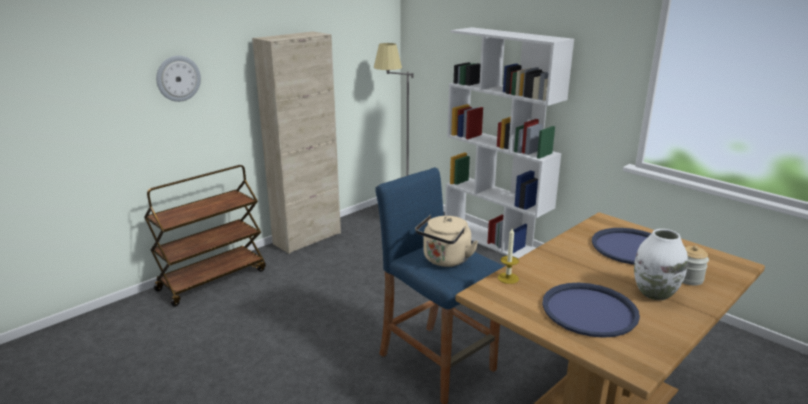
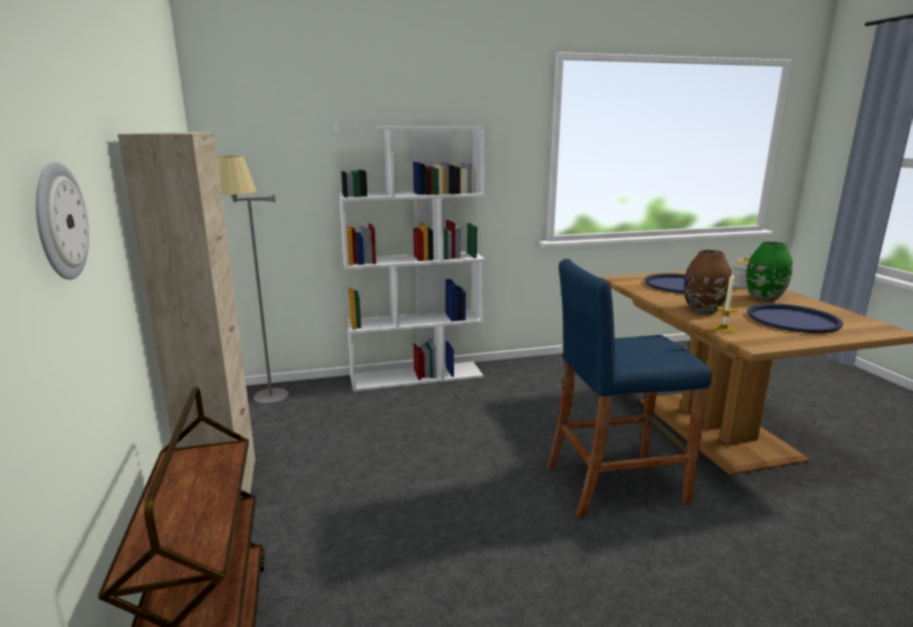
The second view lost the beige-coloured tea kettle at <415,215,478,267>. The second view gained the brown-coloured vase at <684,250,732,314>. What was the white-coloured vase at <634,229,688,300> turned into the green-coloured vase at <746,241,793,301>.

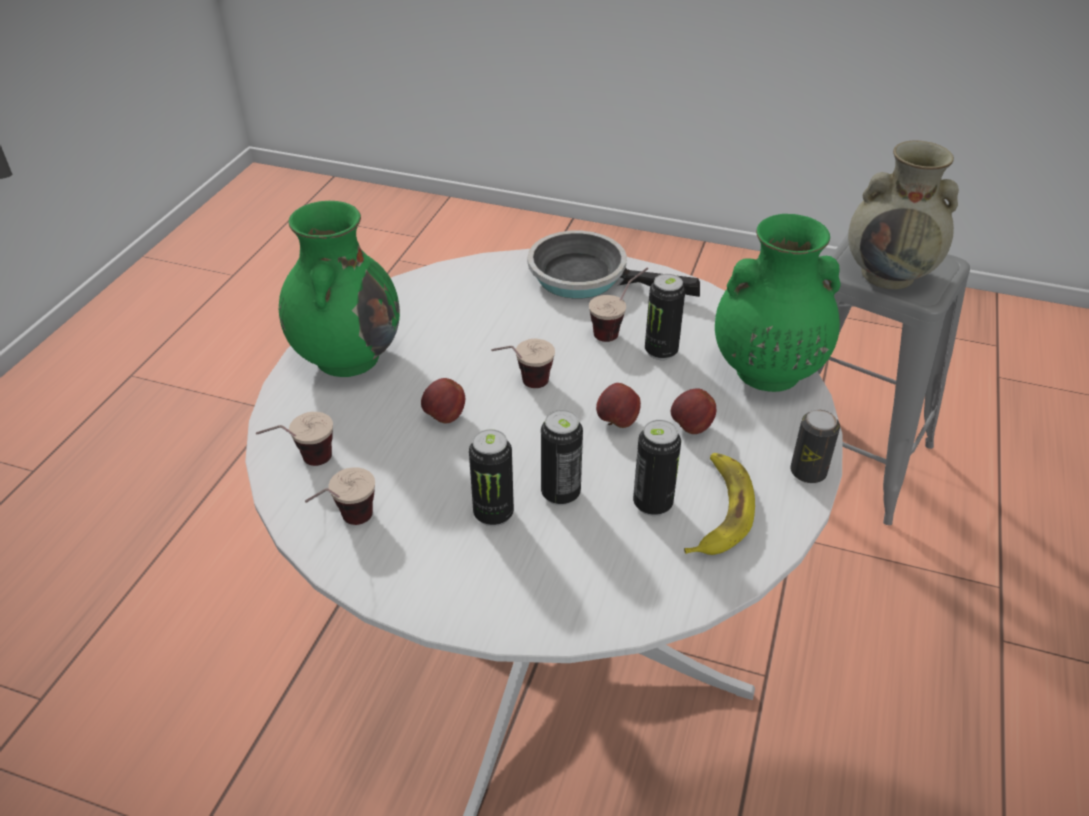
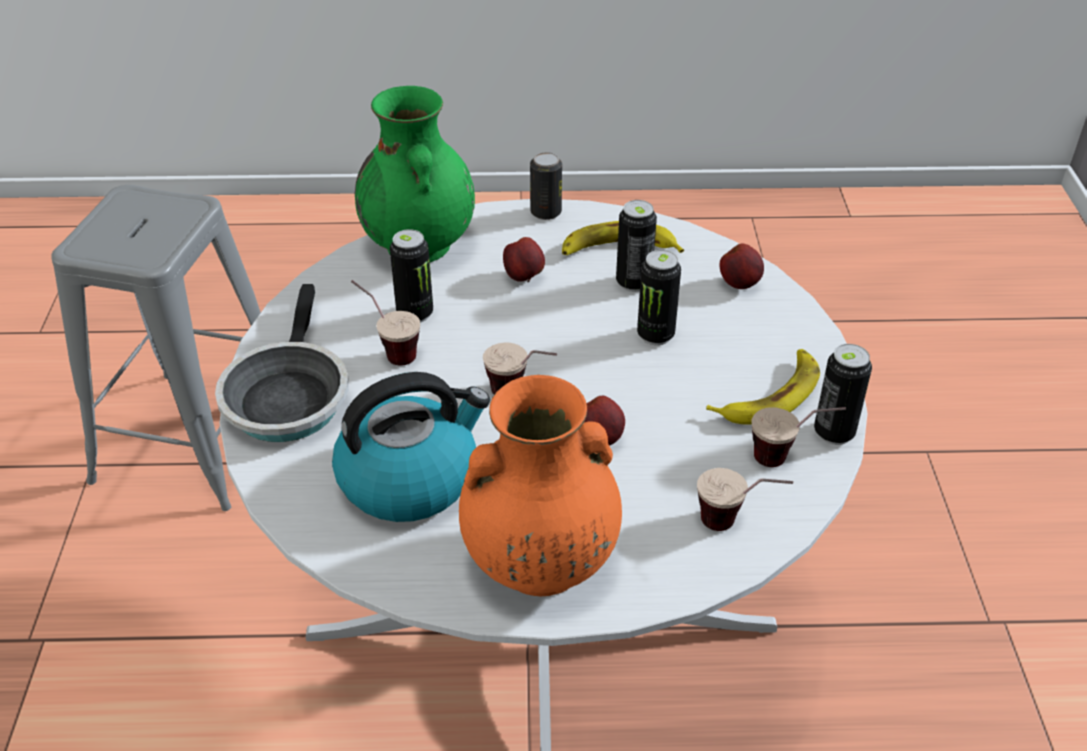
The second view lost the beige-coloured vase at <848,140,959,289>. The second view gained the tea kettle at <332,372,490,522>. The second view gained the banana fruit at <706,349,820,425>. The can ended up elsewhere, having gone from <469,429,514,526> to <814,344,872,445>. The apple ended up elsewhere, having gone from <596,383,641,428> to <720,243,764,289>. What was the green-coloured vase at <279,201,400,377> turned into the orangey vase at <459,375,622,596>.

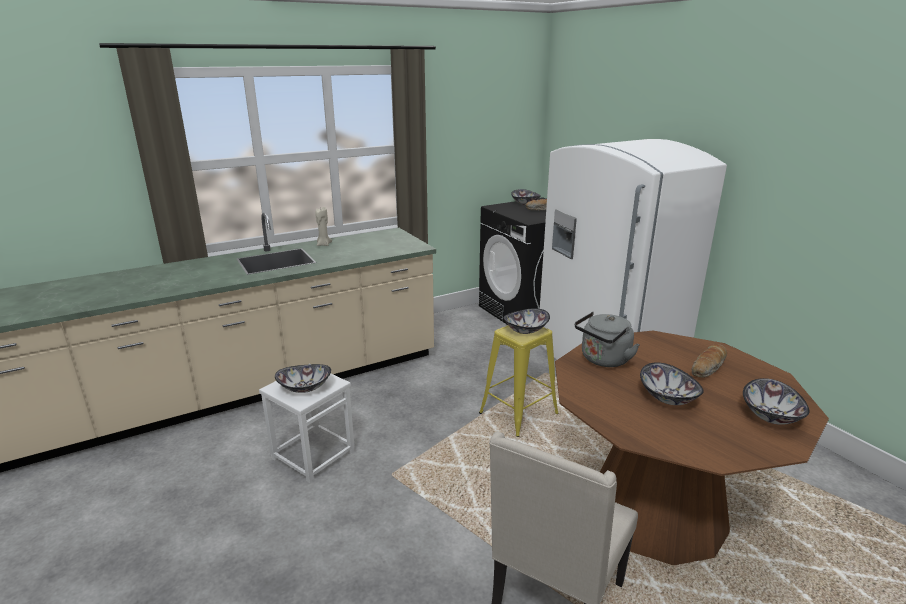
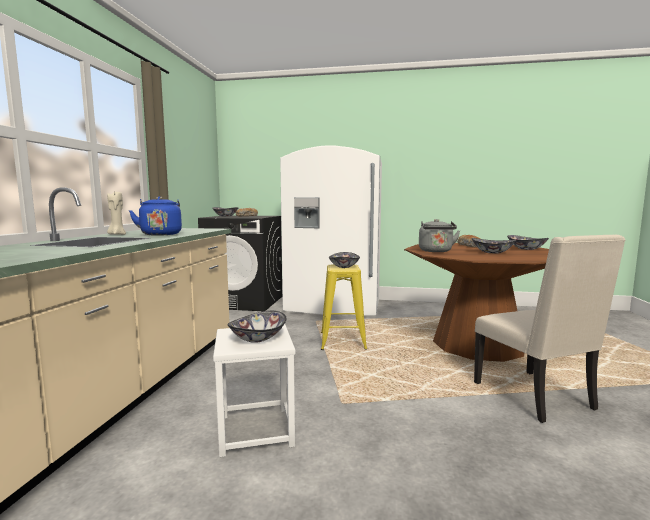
The second view gained the bluish tea kettle at <129,196,182,236>.

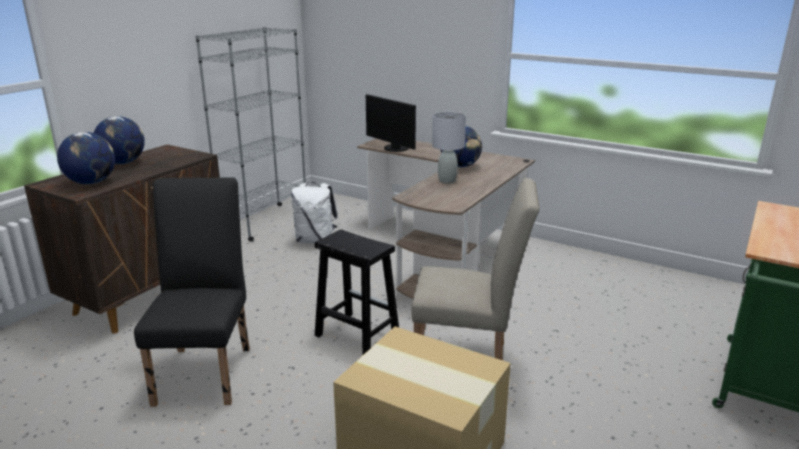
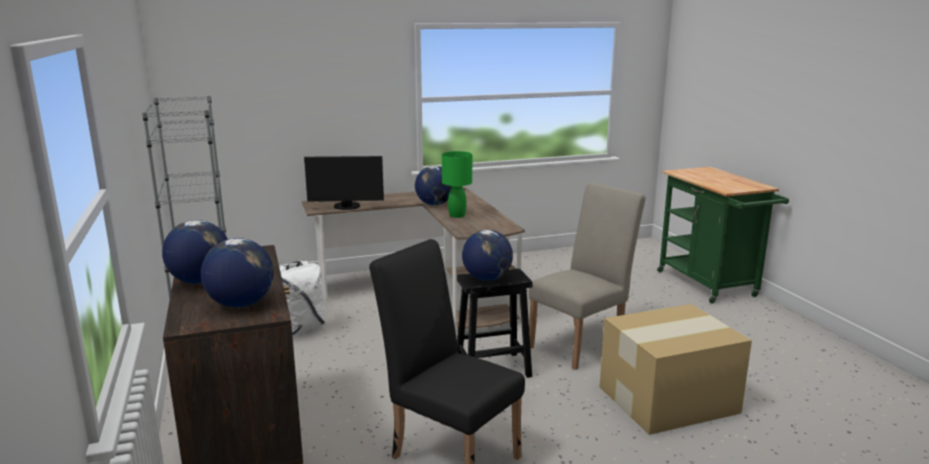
The second view gained the world globe at <462,230,513,281>. What was the grey table lamp at <432,112,466,184> turned into the green-coloured table lamp at <442,151,472,218>.

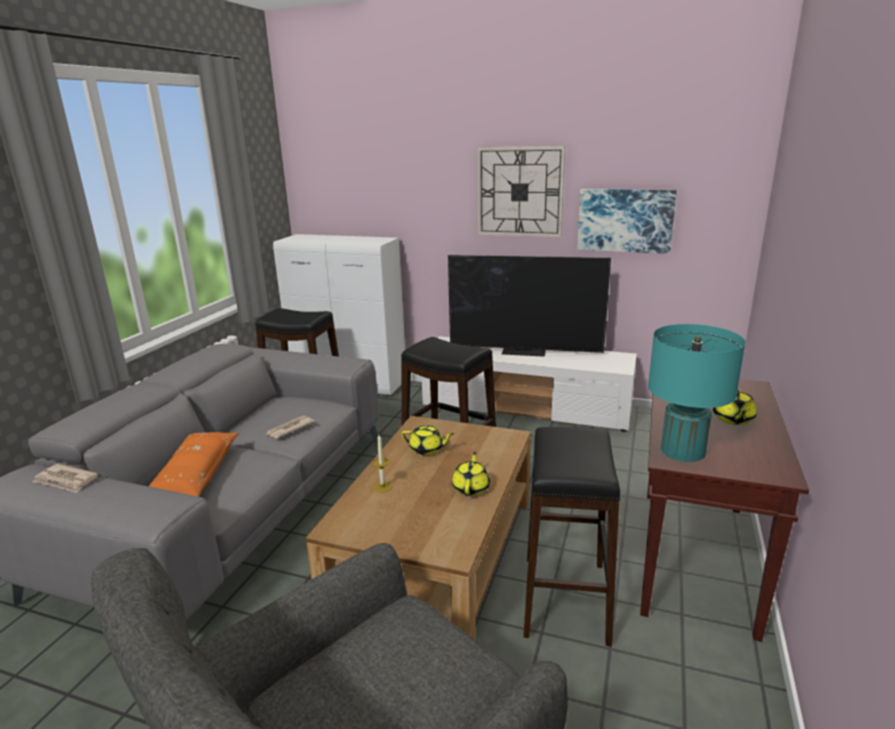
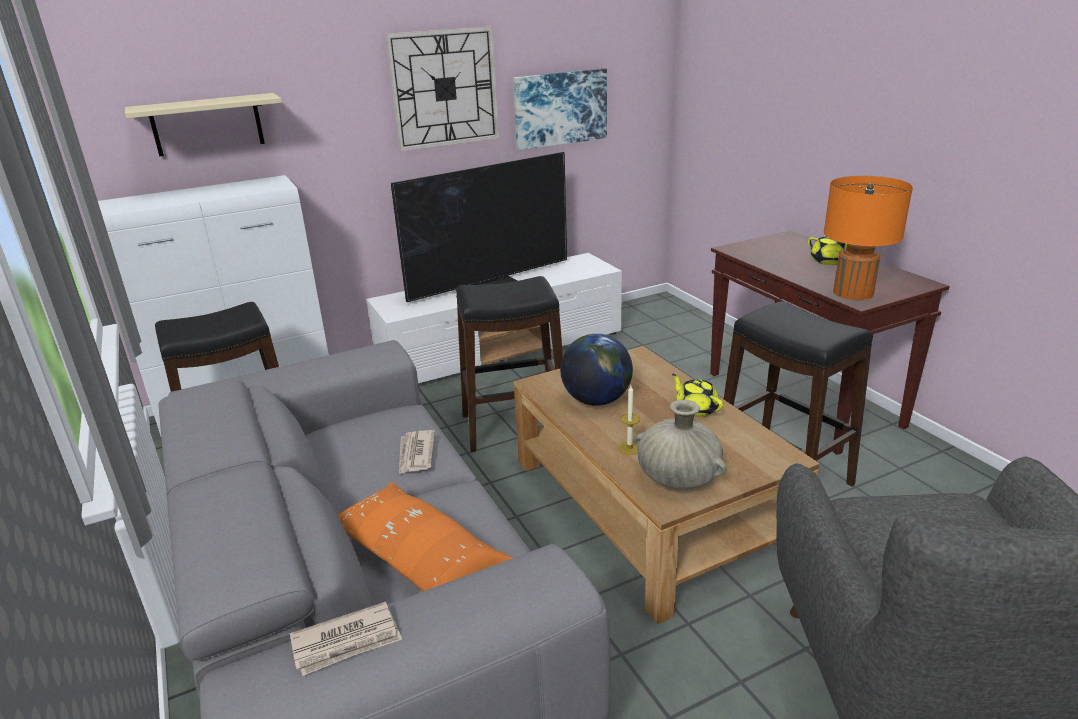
The second view gained the beige-coloured wall shelf at <125,93,282,156>. The second view gained the beige-coloured vase at <635,400,727,490>. Where the yellow tea pot stood at <401,425,454,455>, the world globe came to stand at <560,334,633,406>. What was the blue-green table lamp at <648,324,746,462> turned into the orangey table lamp at <824,176,913,300>.

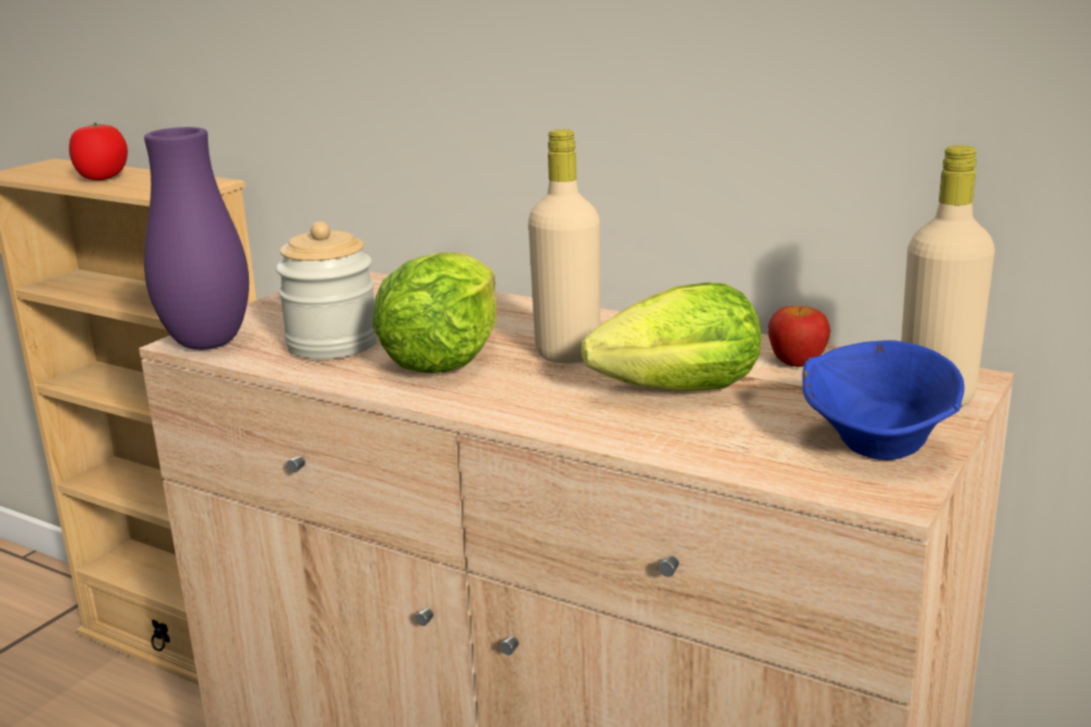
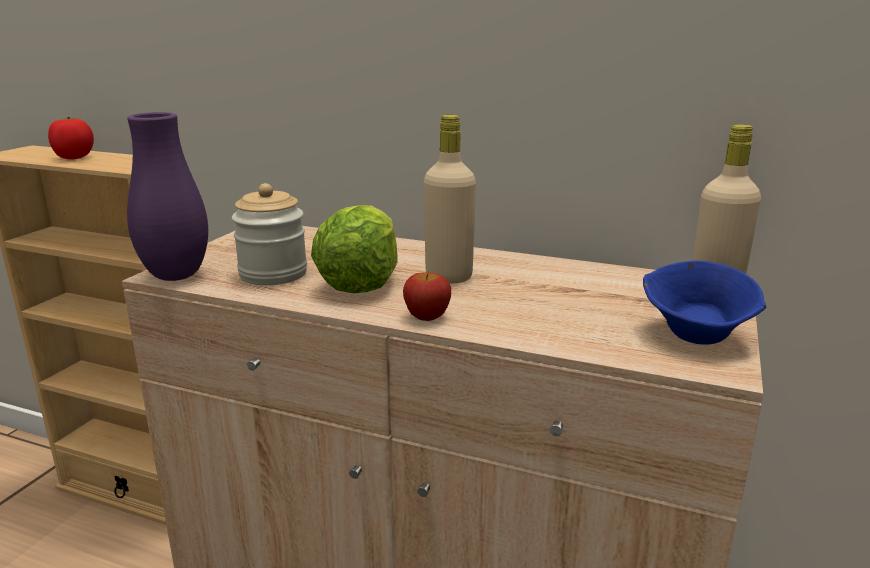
The second view lost the lettuce head at <581,282,761,391>. The apple ended up elsewhere, having gone from <768,306,830,367> to <403,272,451,321>.

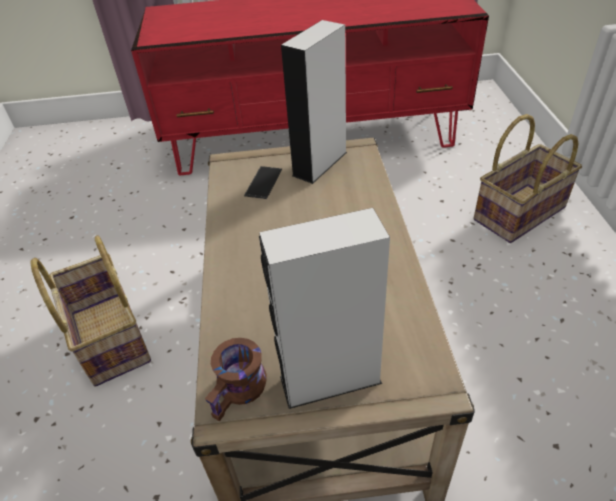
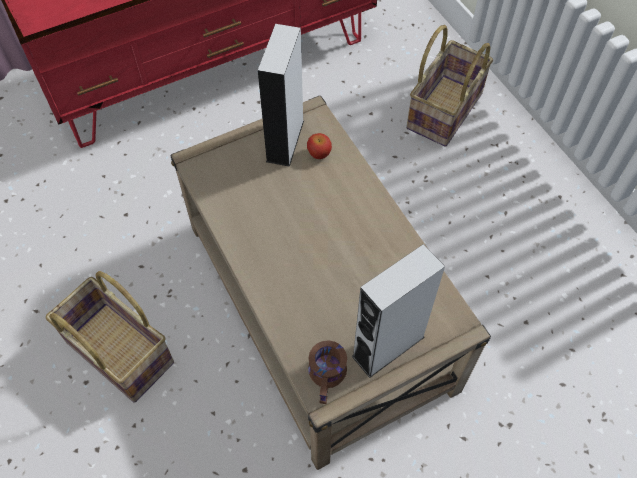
The second view lost the telephone at <244,166,282,199>. The second view gained the apple at <307,133,332,159>.

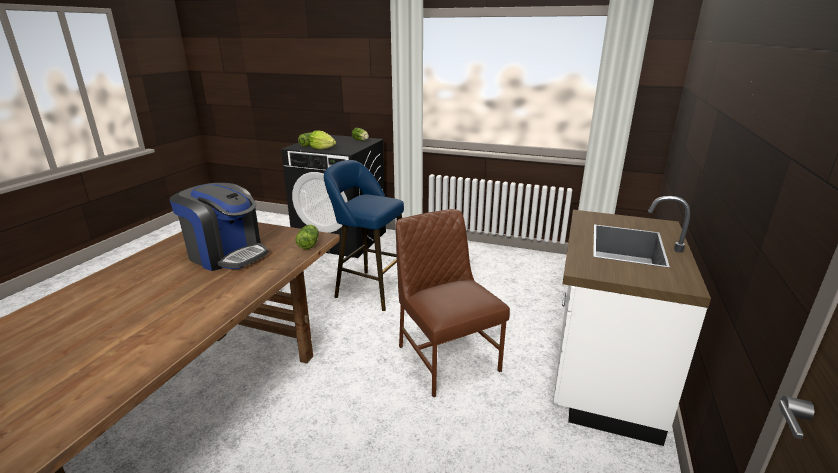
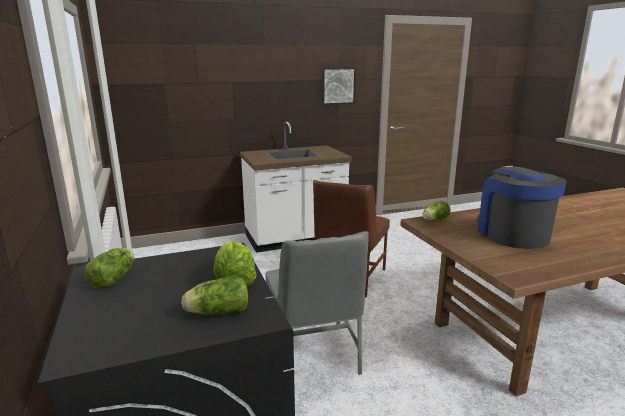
The second view gained the picture at <322,68,356,105>. Where the bluish stool seat stood at <324,160,404,311>, the grey plain chair came to stand at <266,231,369,375>.

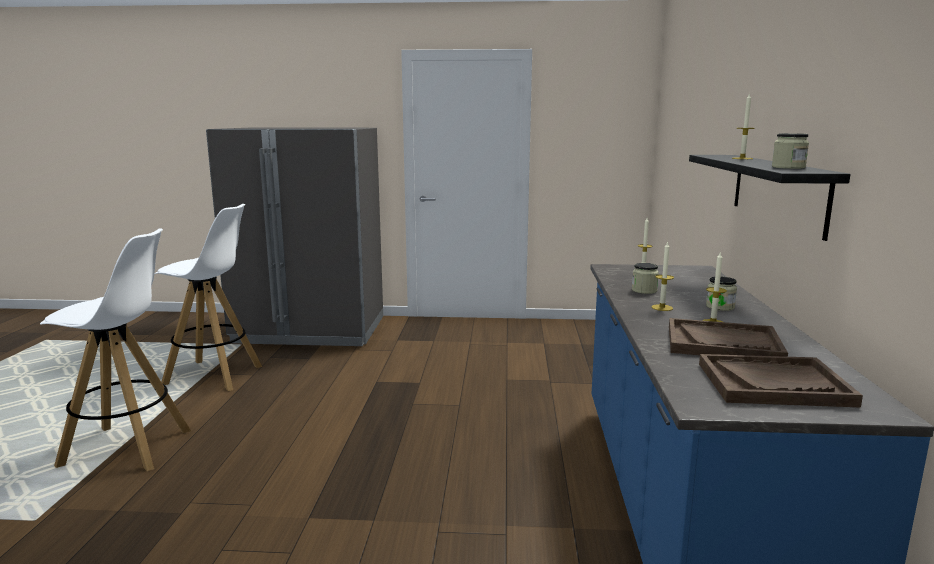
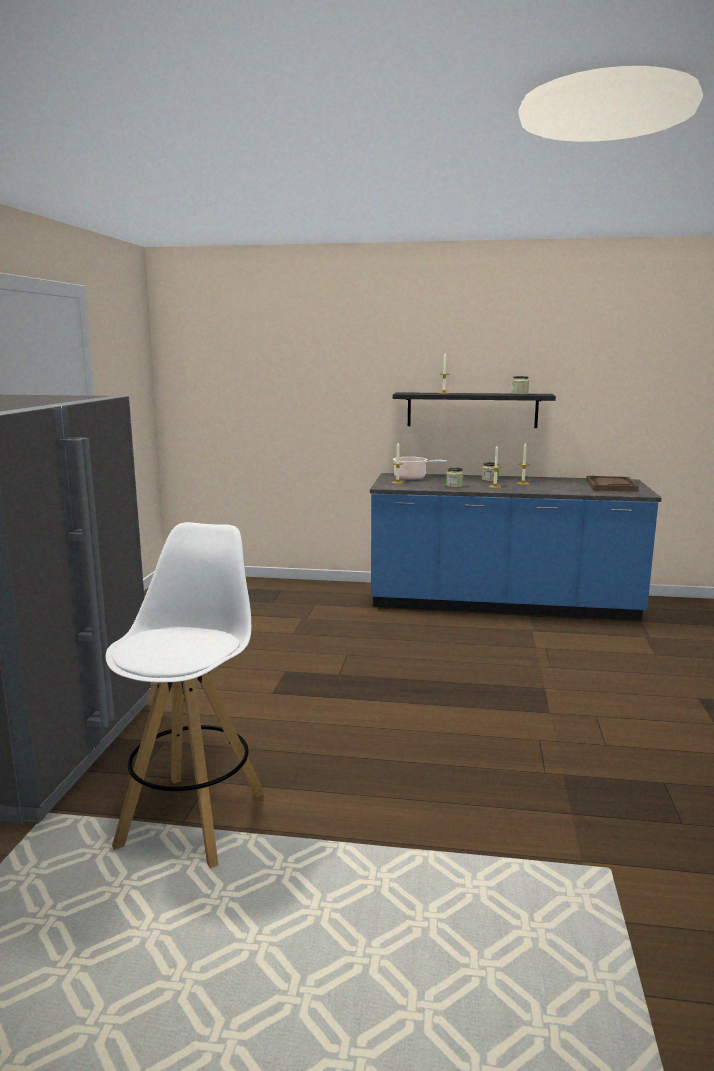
The second view lost the white-coloured stool seat at <40,228,191,471>. The second view lost the brown-coloured carrying tray at <669,318,788,357>. The second view gained the stockpot at <393,457,447,480>.

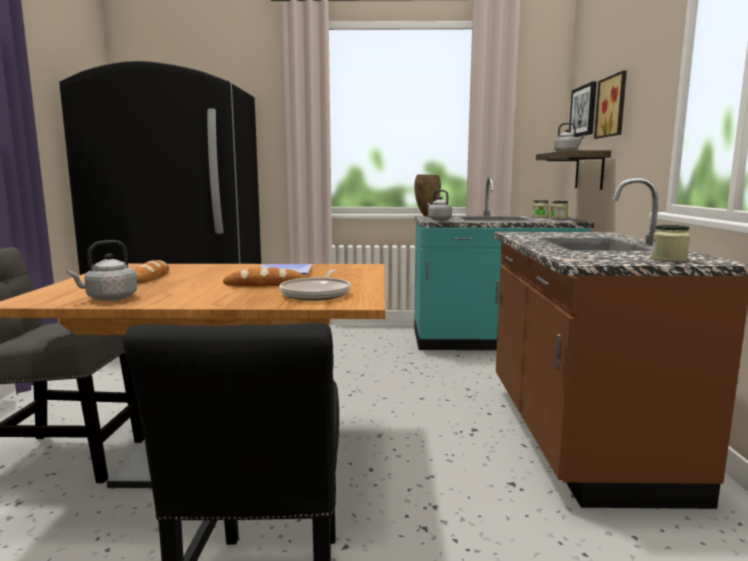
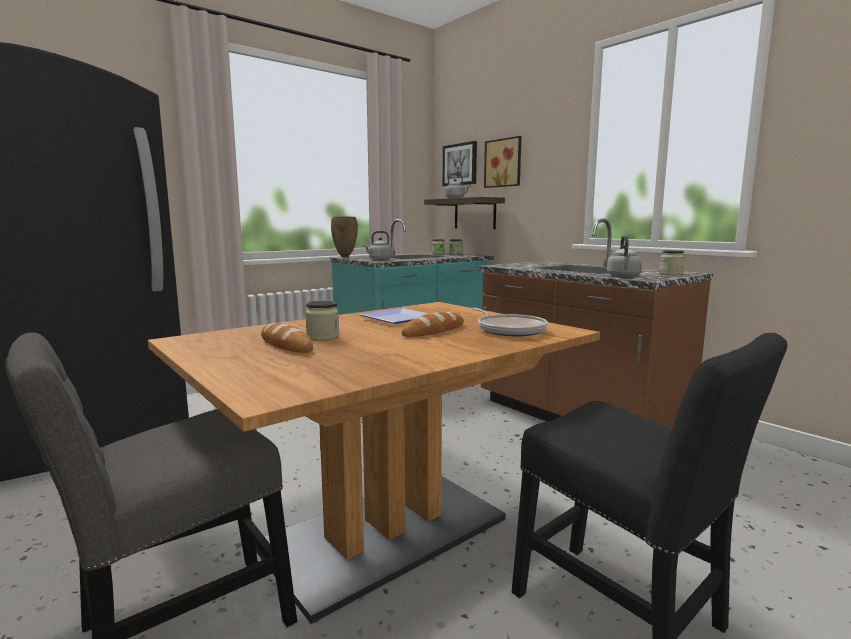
The second view gained the preserve jar at <305,301,340,341>. The grey tea kettle ended up elsewhere, having gone from <67,240,137,301> to <607,235,642,278>.

